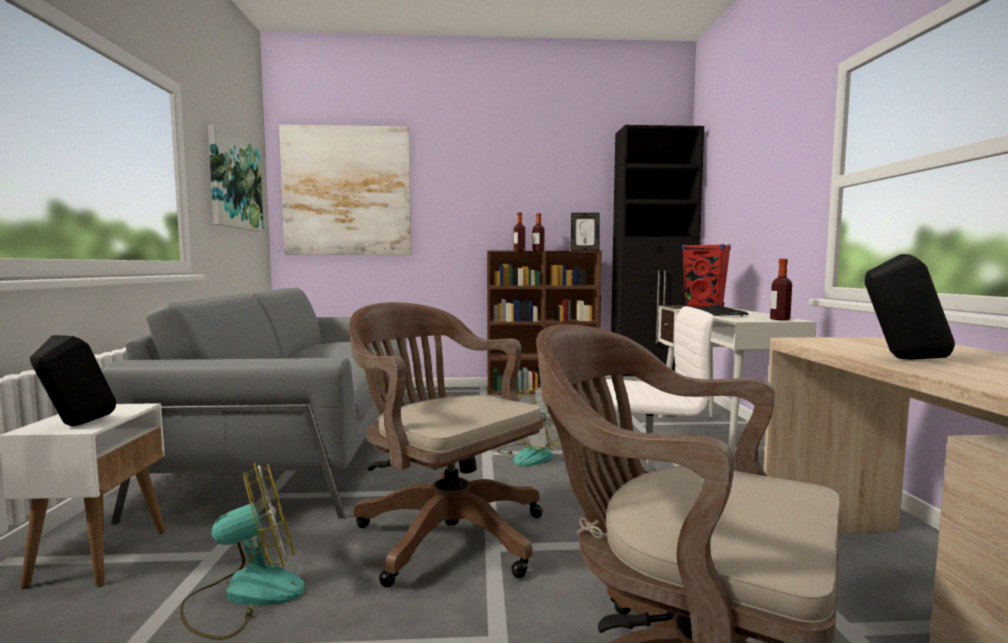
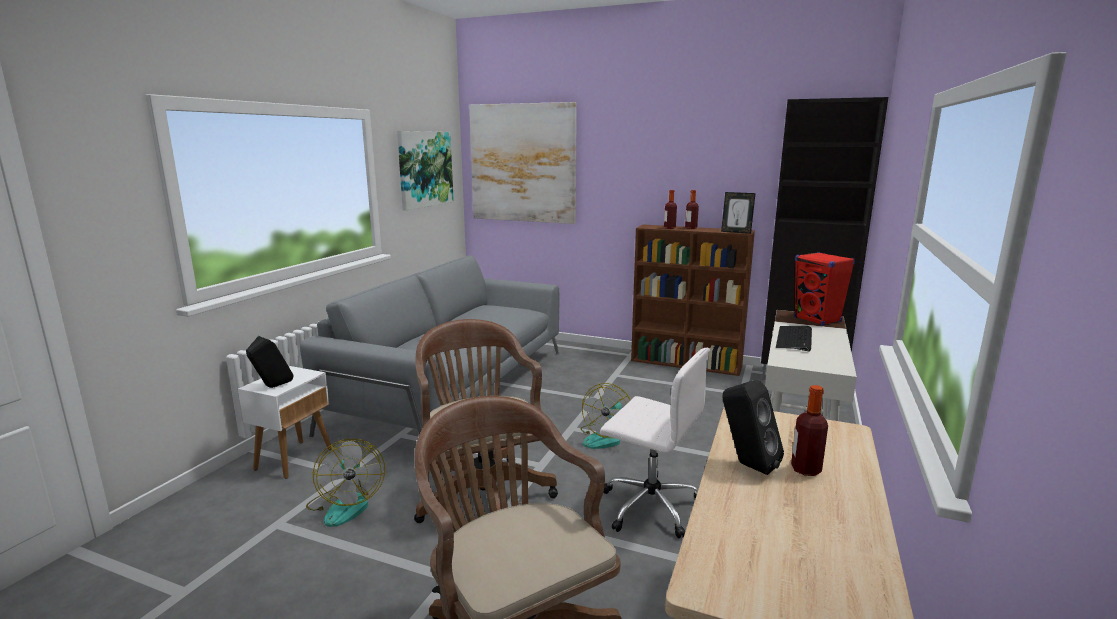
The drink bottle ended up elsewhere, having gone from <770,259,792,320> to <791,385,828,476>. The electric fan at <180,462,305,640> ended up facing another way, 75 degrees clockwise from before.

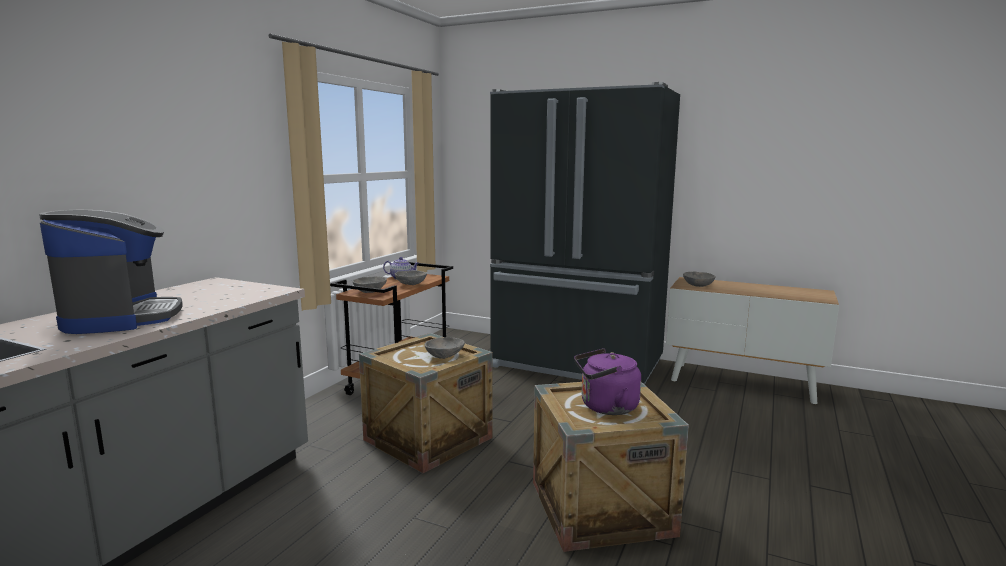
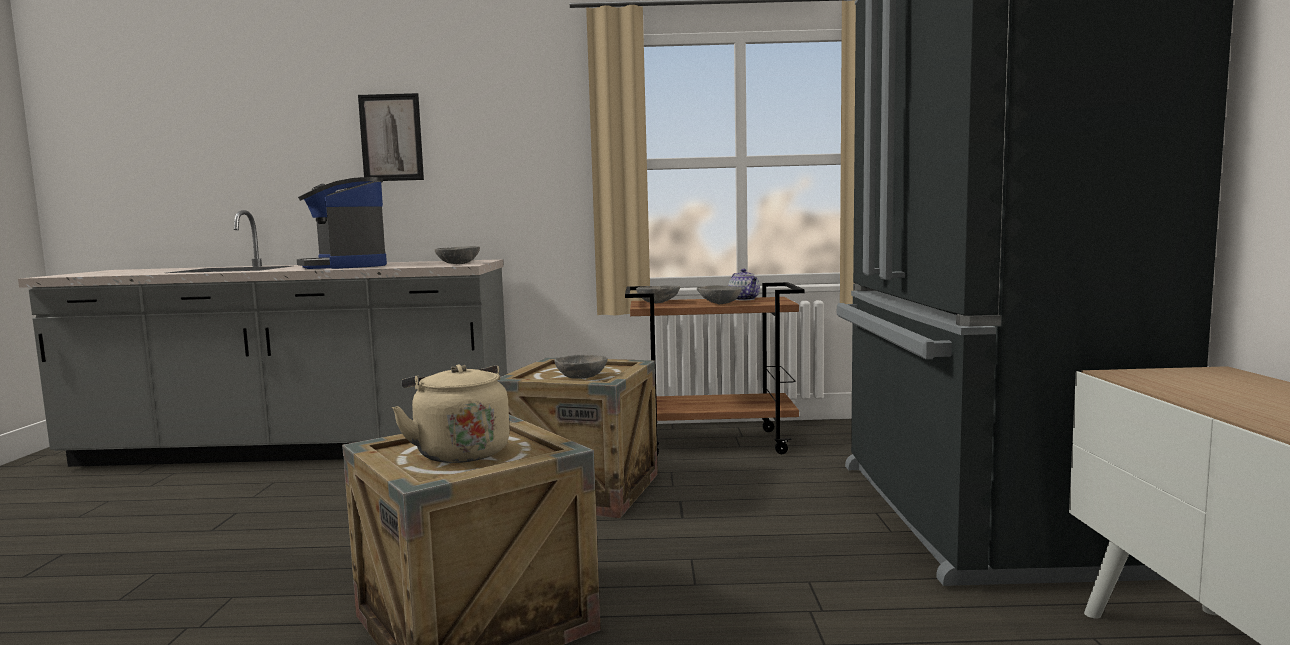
The second view gained the picture at <358,93,424,181>. The grey serving bowl ended up elsewhere, having gone from <683,272,716,287> to <434,246,480,264>. What was the purplish tea kettle at <574,348,641,415> turned into the beige-coloured tea kettle at <392,364,510,463>. The coffee maker at <39,210,183,334> ended up facing another way, 105 degrees clockwise from before.

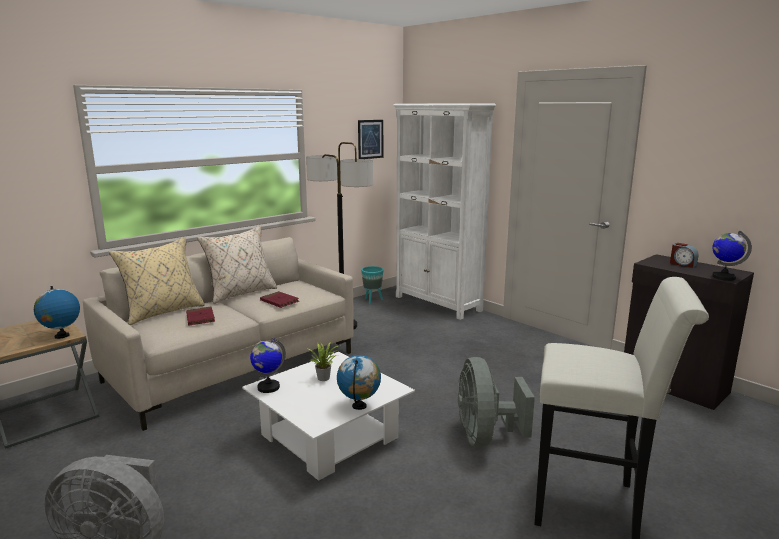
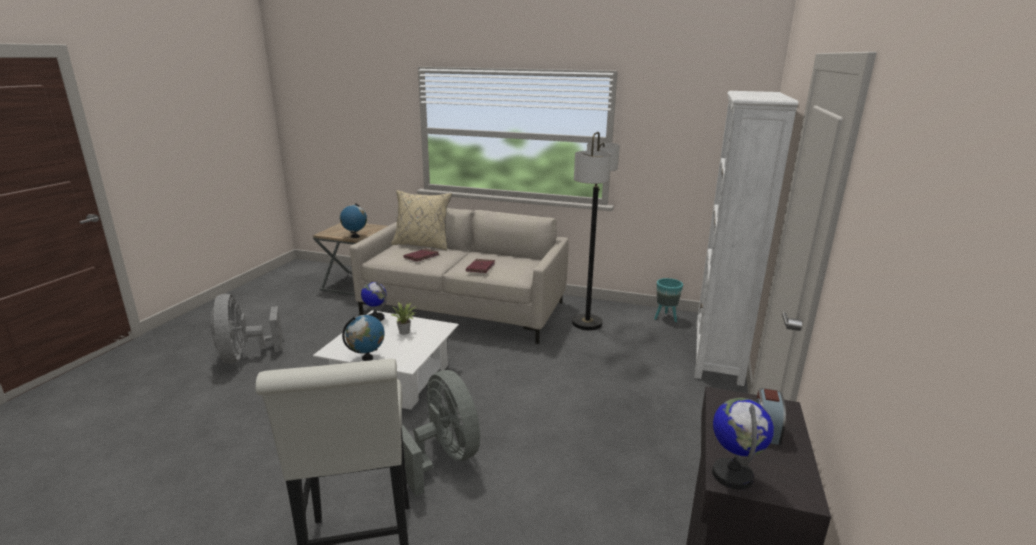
The second view lost the beige-coloured throw pillow at <197,226,277,304>. The second view lost the picture at <358,120,383,159>. The grey electric fan at <458,357,535,447> ended up facing another way, 90 degrees clockwise from before.

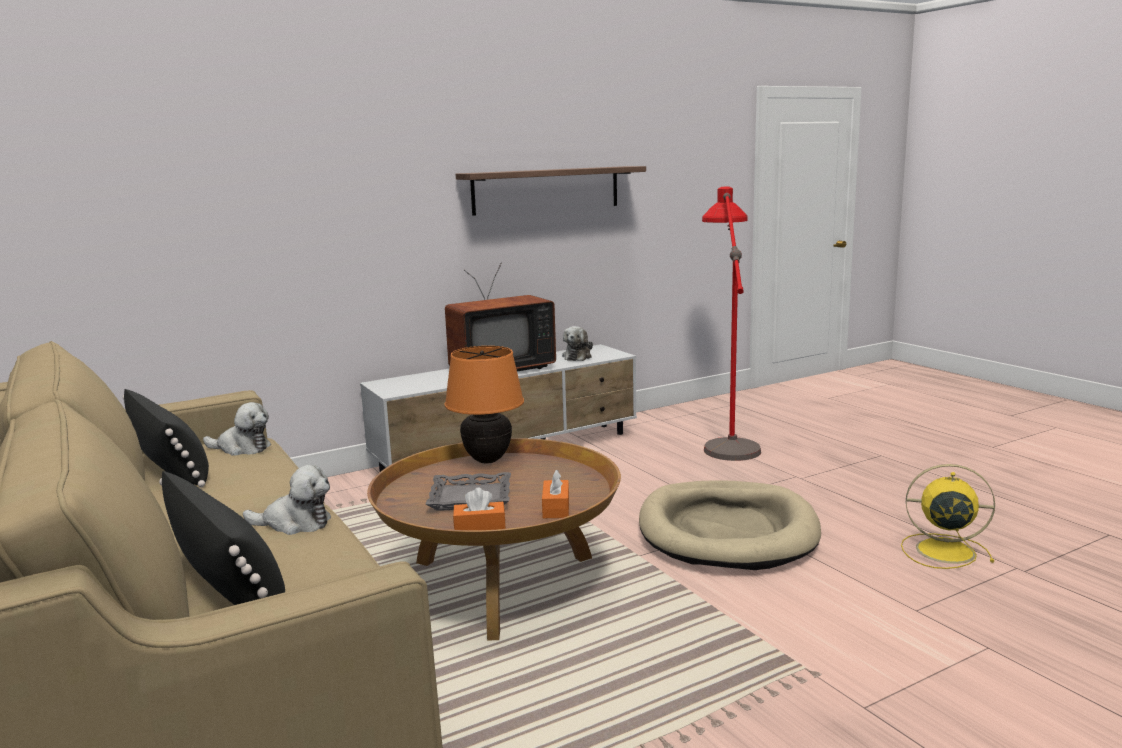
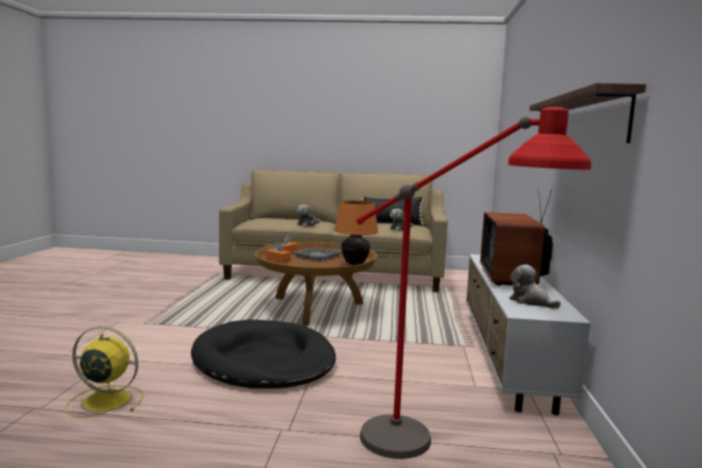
The second view lost the black throw pillow at <159,471,285,605>. What was the beige-coloured pet bed at <639,480,821,570> turned into the black pet bed at <191,319,336,389>. The yellow electric fan at <901,464,995,569> ended up facing another way, 135 degrees counterclockwise from before.

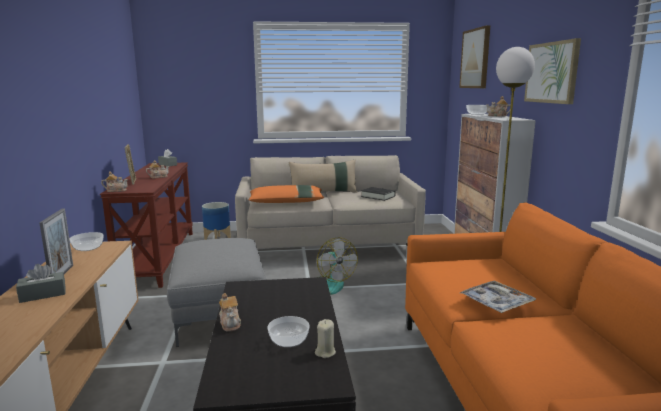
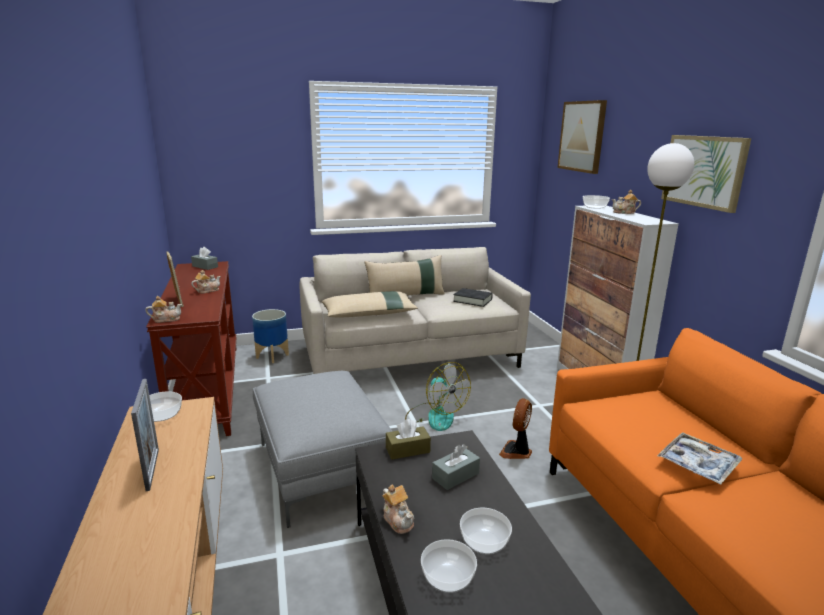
The second view lost the beige-coloured candle at <315,319,336,358>. The second view gained the brown-coloured tissue box at <386,419,431,460>. The second view gained the serving bowl at <421,539,477,593>. The second view gained the electric fan at <499,398,532,459>. The grey tissue box ended up elsewhere, having gone from <16,264,65,303> to <432,444,480,490>. What was the orangey throw pillow at <249,185,324,203> turned into the beige-coloured throw pillow at <321,291,418,318>.

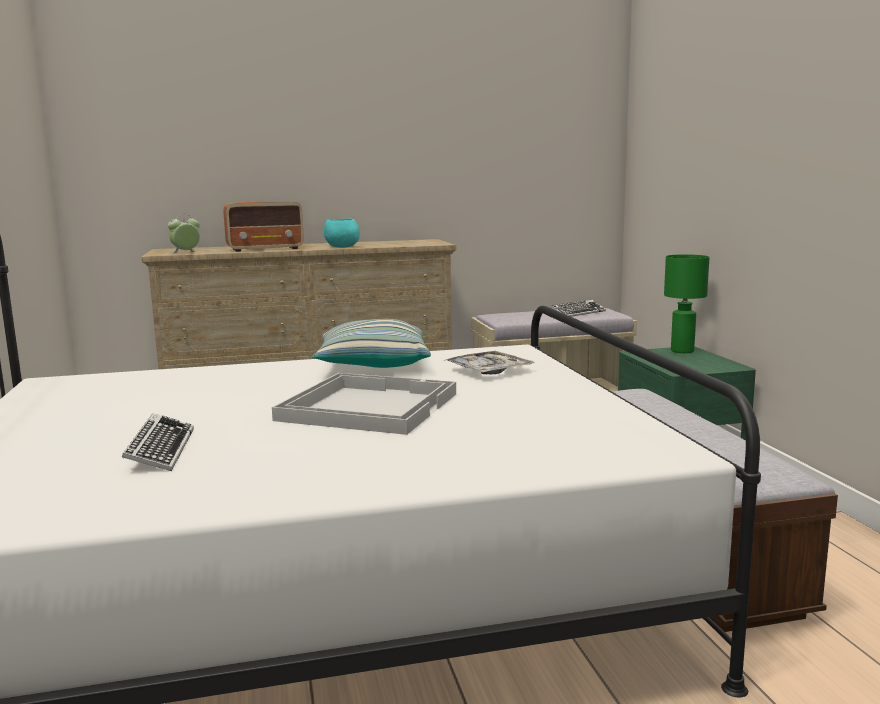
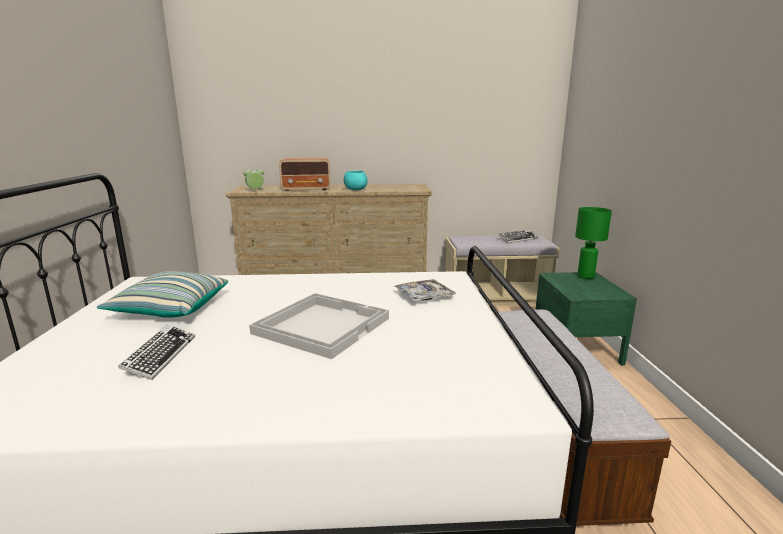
The throw pillow ended up elsewhere, having gone from <312,319,431,368> to <97,271,228,318>.

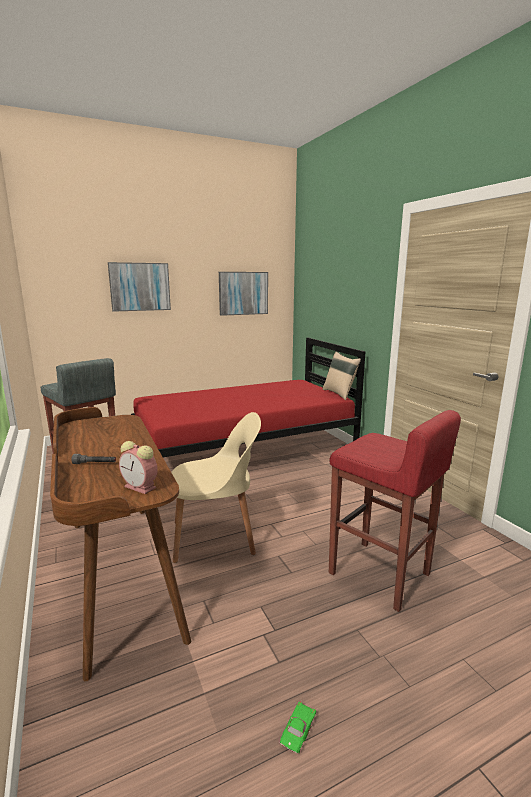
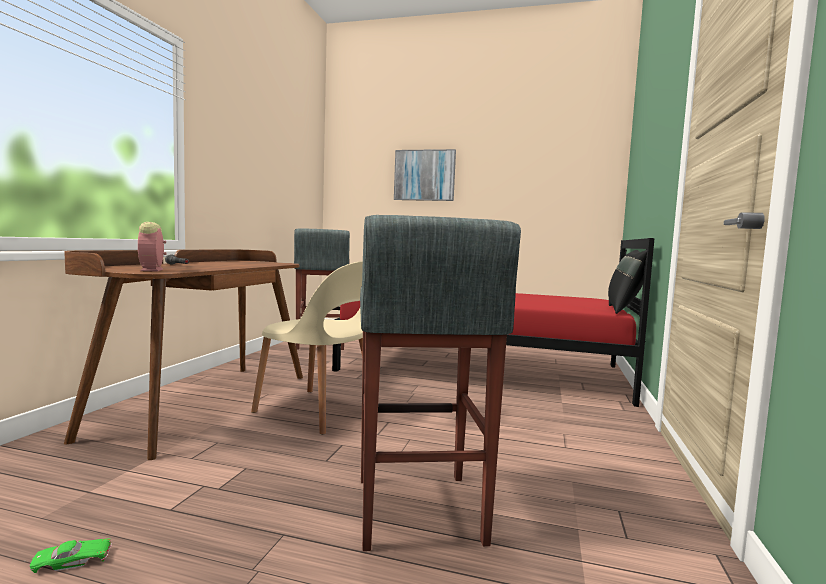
The second view lost the picture at <219,272,268,316>. What was the beige-coloured throw pillow at <323,352,361,400> turned into the black throw pillow at <608,250,647,314>. What was the red-coloured stool seat at <329,410,461,612> turned into the grey stool seat at <360,215,521,551>.

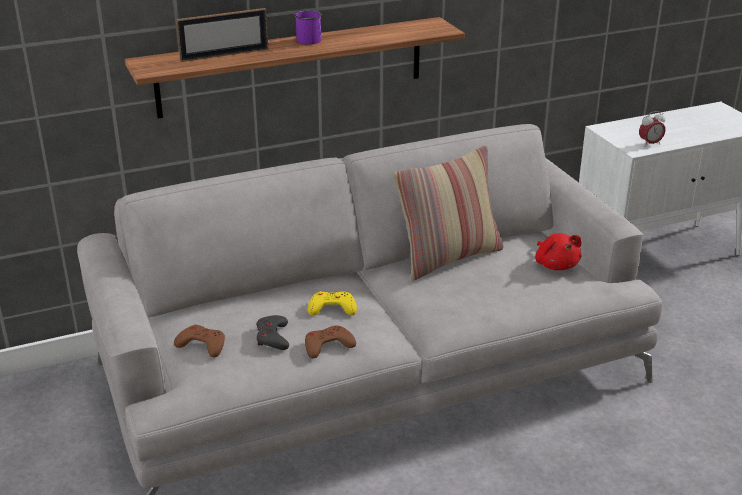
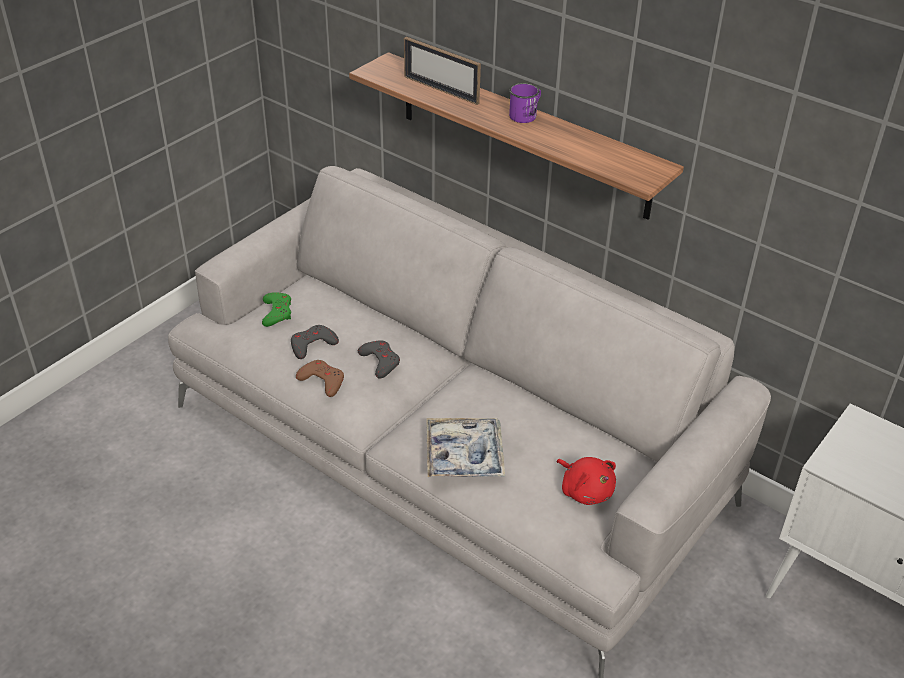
The second view lost the throw pillow at <393,146,503,281>. The second view lost the table clock at <639,111,666,147>. The second view gained the carrying tray at <426,418,505,477>. What was the brown-coloured joypad at <174,325,225,357> turned into the green-coloured joypad at <262,292,291,327>. What was the yellow joypad at <308,291,357,316> turned into the grey joypad at <358,340,400,379>. The red-coloured plush toy at <535,233,582,270> ended up facing another way, 75 degrees counterclockwise from before.

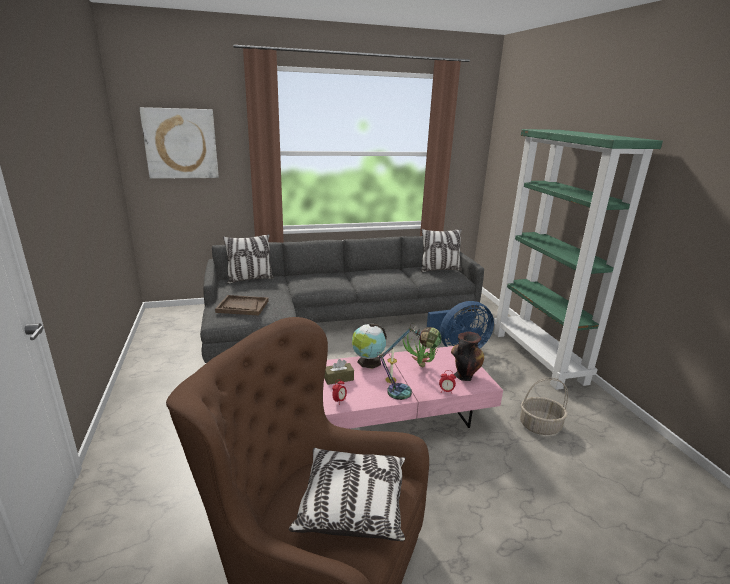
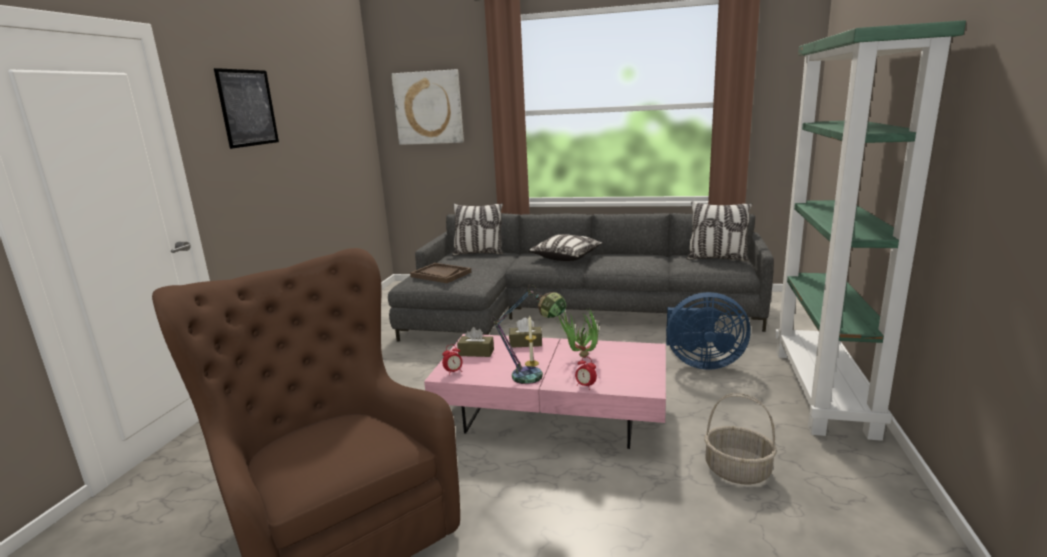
The second view lost the vase at <451,332,484,381>. The second view gained the picture at <214,68,279,149>. The throw pillow ended up elsewhere, having gone from <289,448,405,541> to <529,234,603,261>. Where the world globe stood at <352,324,387,369>, the brown-coloured tissue box came to stand at <509,318,542,348>.

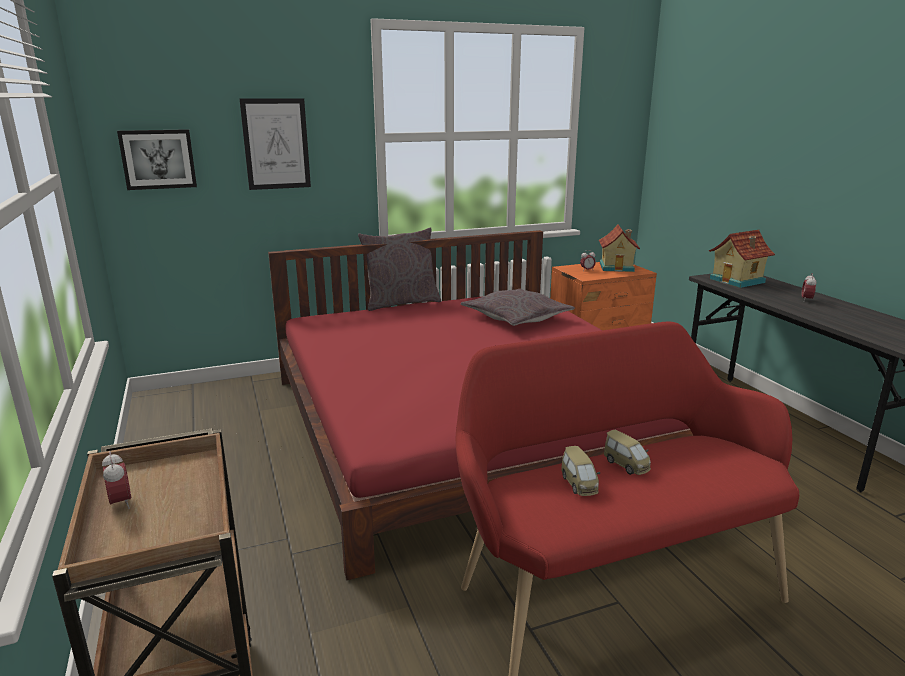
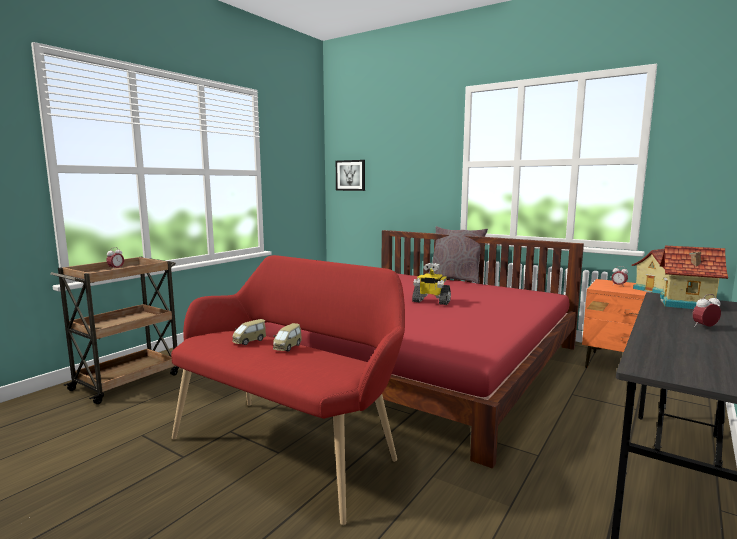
The second view lost the picture at <239,98,311,190>. The second view lost the grey throw pillow at <461,289,575,326>. The second view gained the toy robot at <412,263,451,305>.

